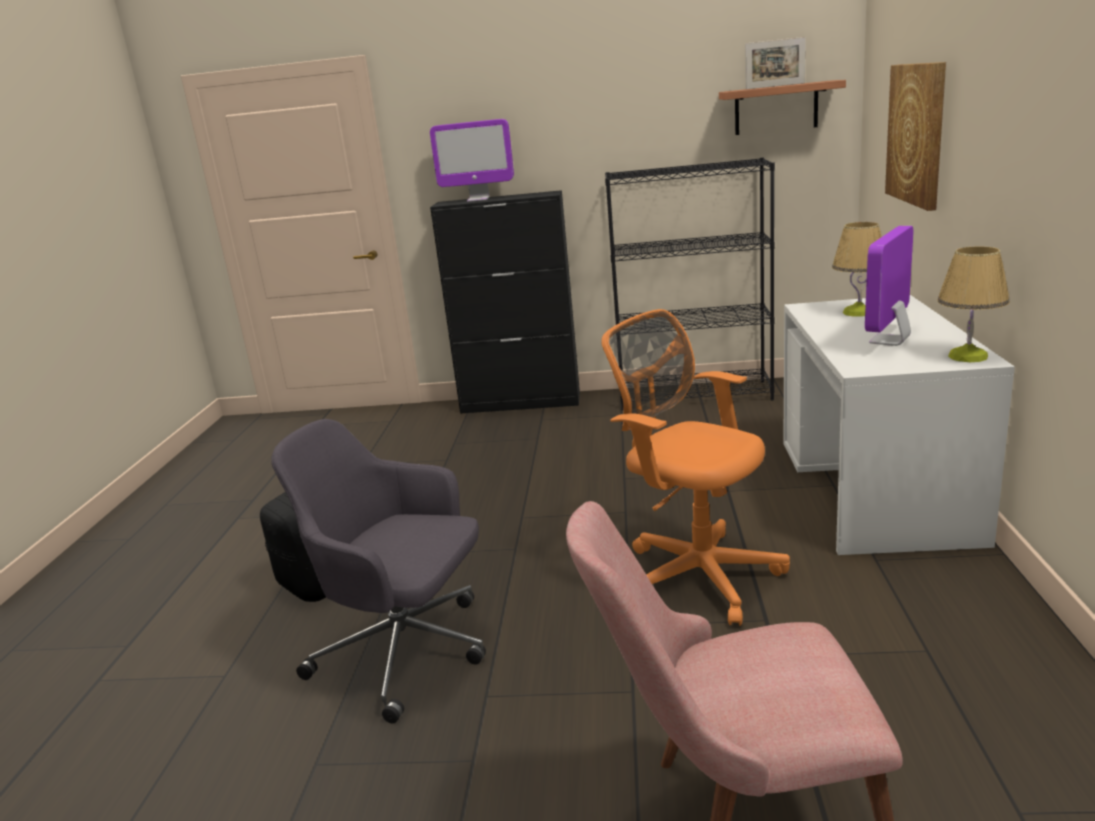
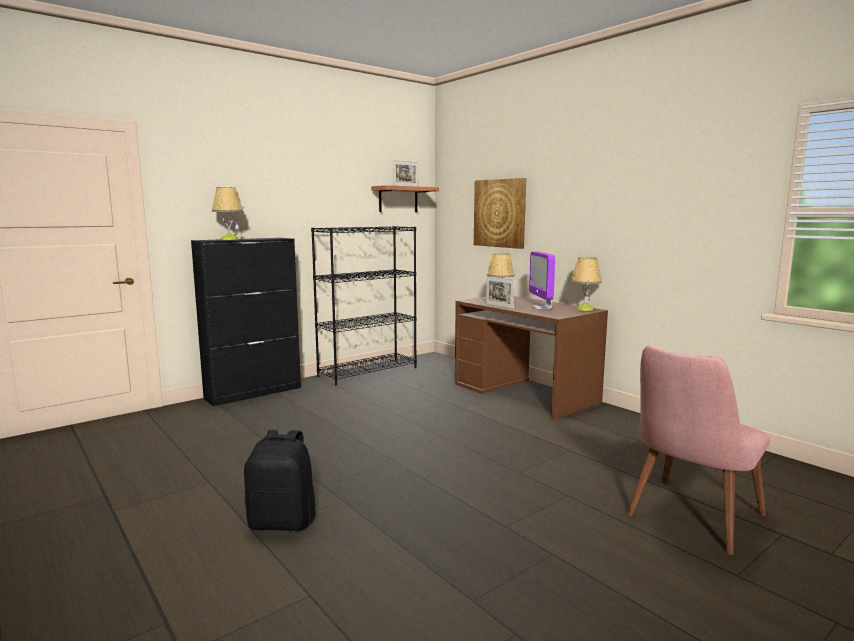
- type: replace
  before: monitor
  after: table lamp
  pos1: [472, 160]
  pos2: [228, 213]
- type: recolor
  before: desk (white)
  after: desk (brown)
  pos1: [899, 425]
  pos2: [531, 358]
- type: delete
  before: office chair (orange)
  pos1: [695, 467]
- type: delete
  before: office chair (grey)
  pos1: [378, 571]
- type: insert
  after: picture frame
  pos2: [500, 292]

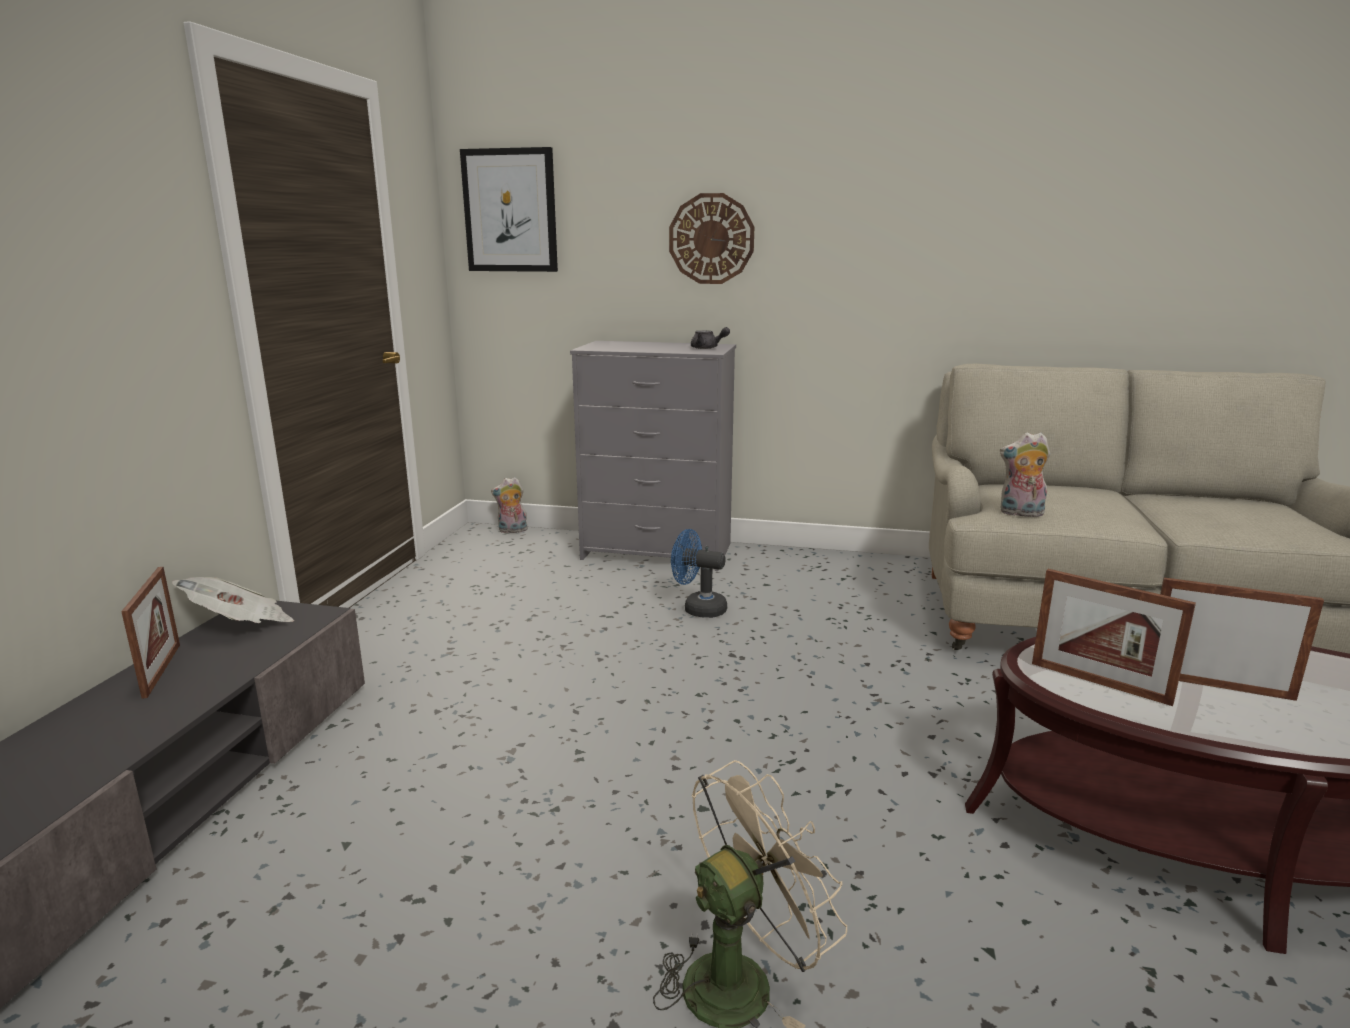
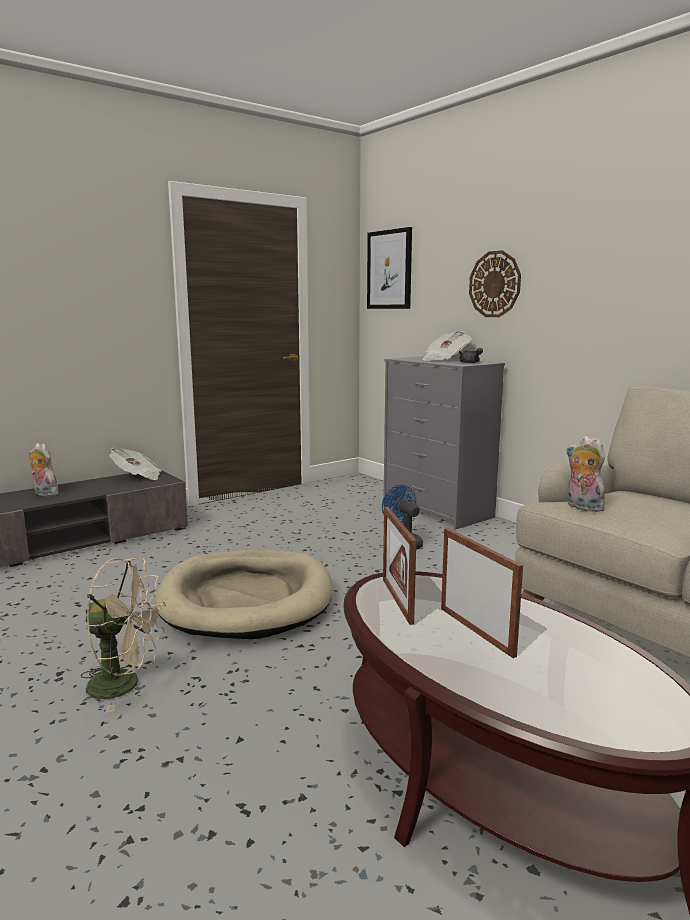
- type: move
  before: plush toy
  pos1: [509, 505]
  pos2: [43, 469]
- type: delete
  before: picture frame
  pos1: [150, 633]
- type: insert
  after: newspaper
  pos2: [447, 346]
- type: insert
  after: dog bed (beige)
  pos2: [244, 594]

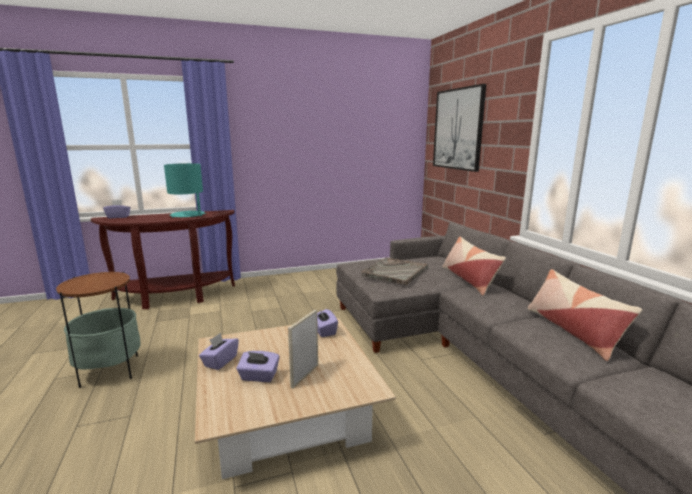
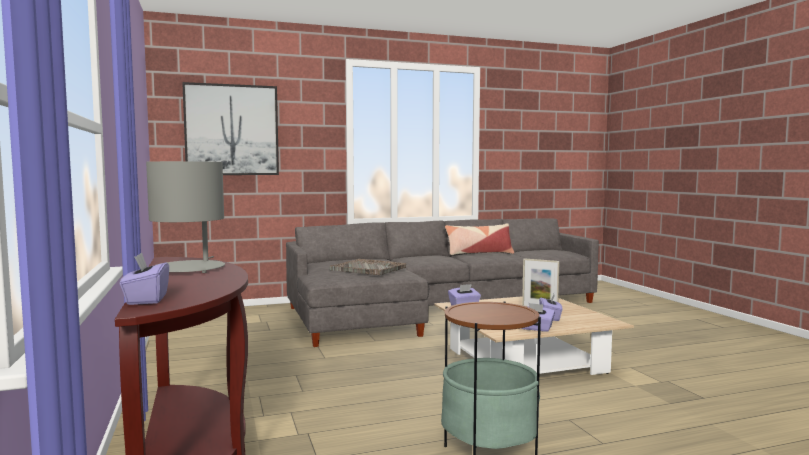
- type: recolor
  before: table lamp (turquoise)
  after: table lamp (grey)
  pos1: [185, 190]
  pos2: [185, 217]
- type: delete
  before: pillow
  pos1: [474, 266]

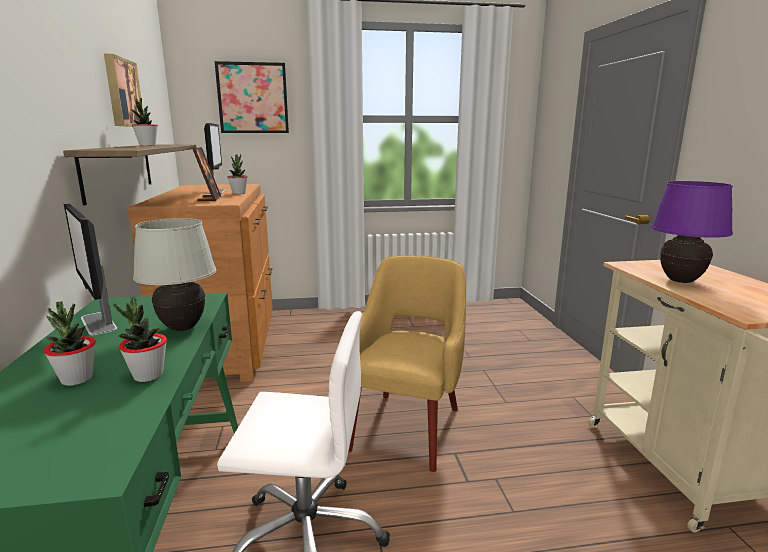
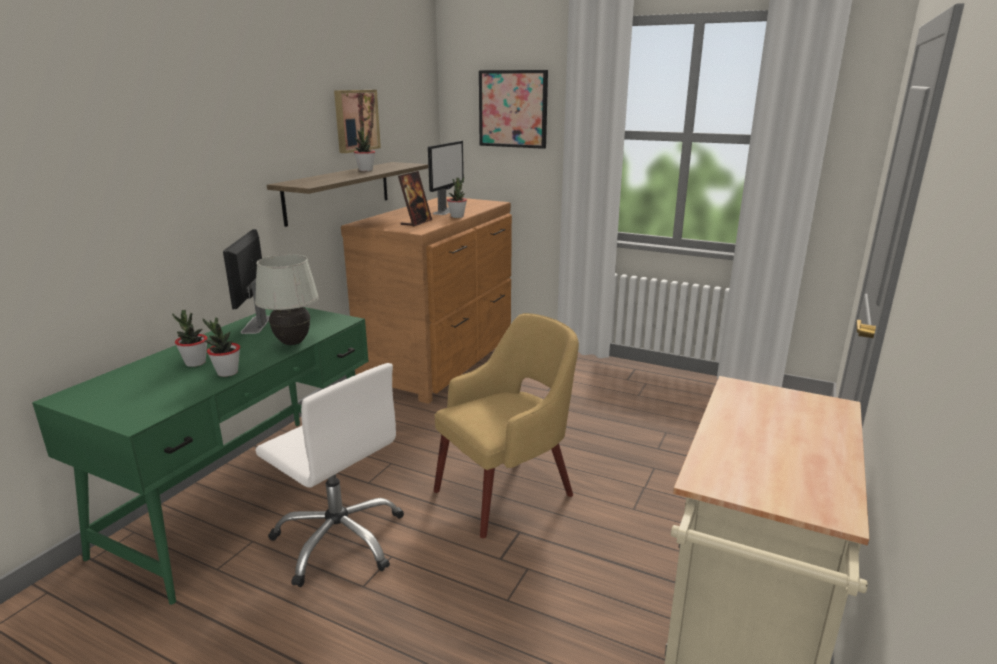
- type: delete
  before: table lamp (purple)
  pos1: [692, 232]

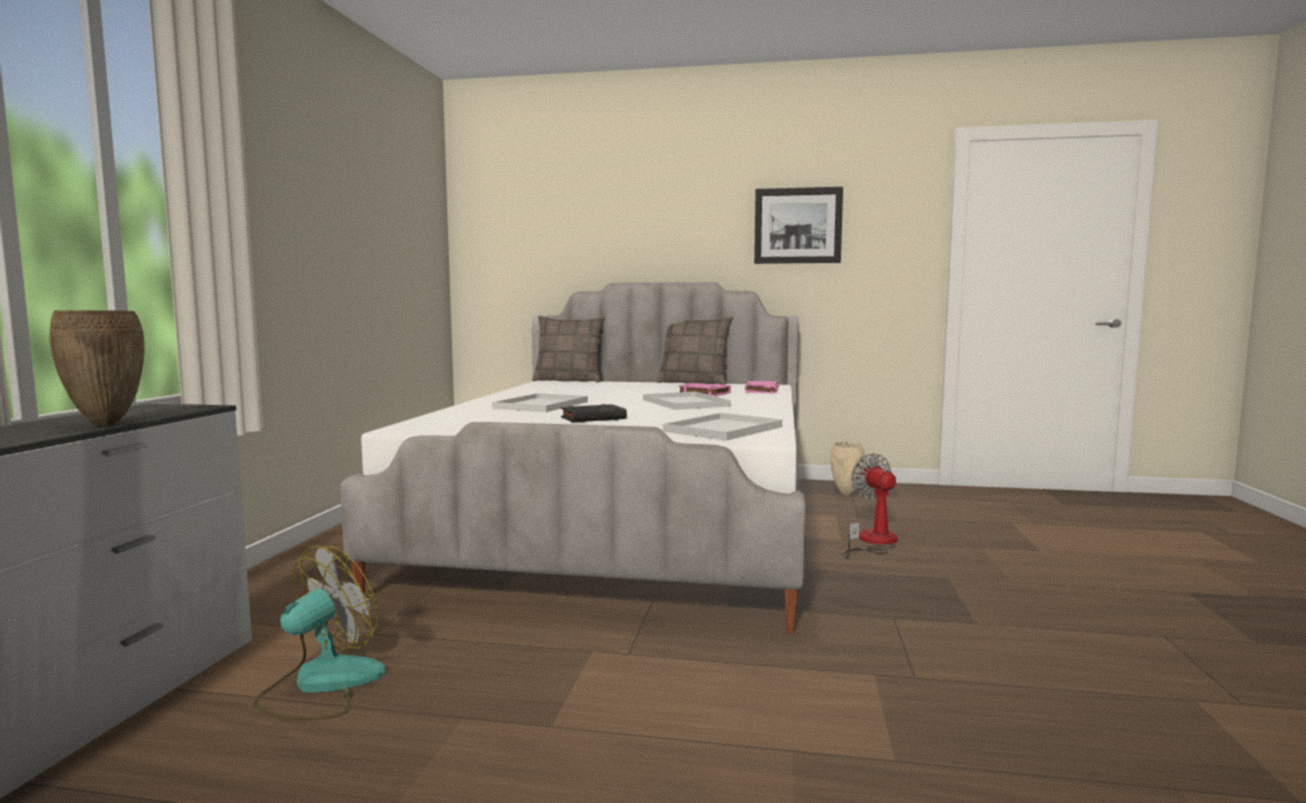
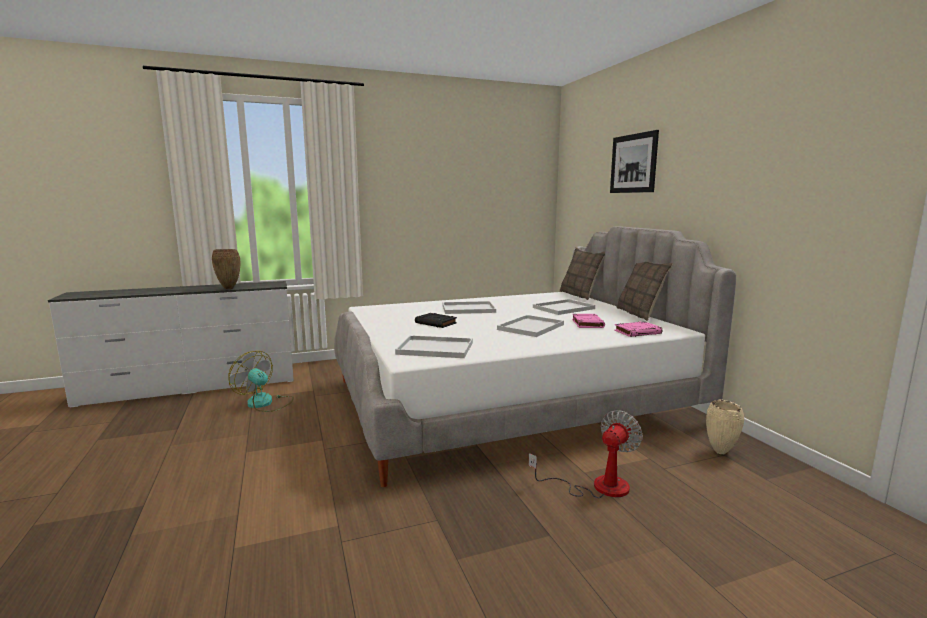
- type: move
  before: picture
  pos1: [798, 225]
  pos2: [634, 161]
- type: rotate
  before: fan
  pos1: [319, 633]
  pos2: [261, 381]
  turn: -150
- type: insert
  after: tray (white)
  pos2: [564, 307]

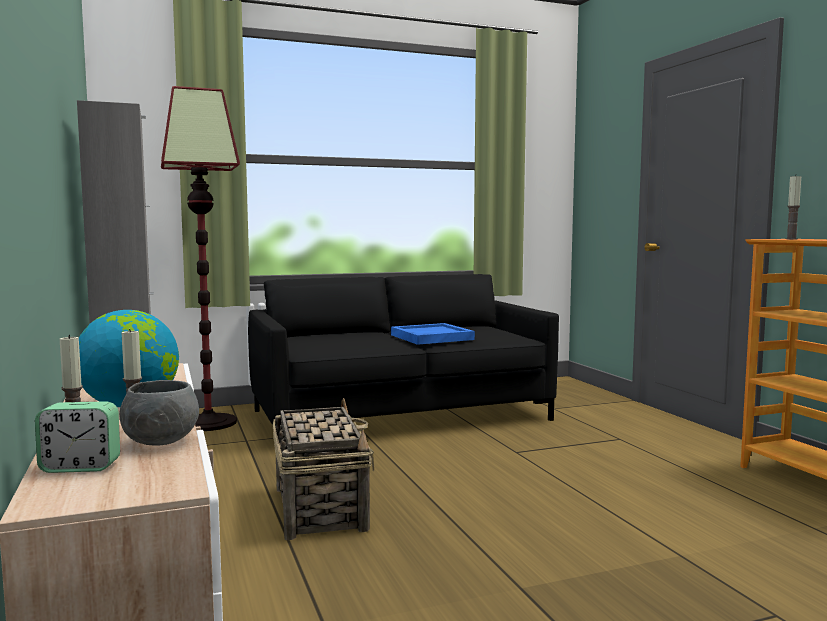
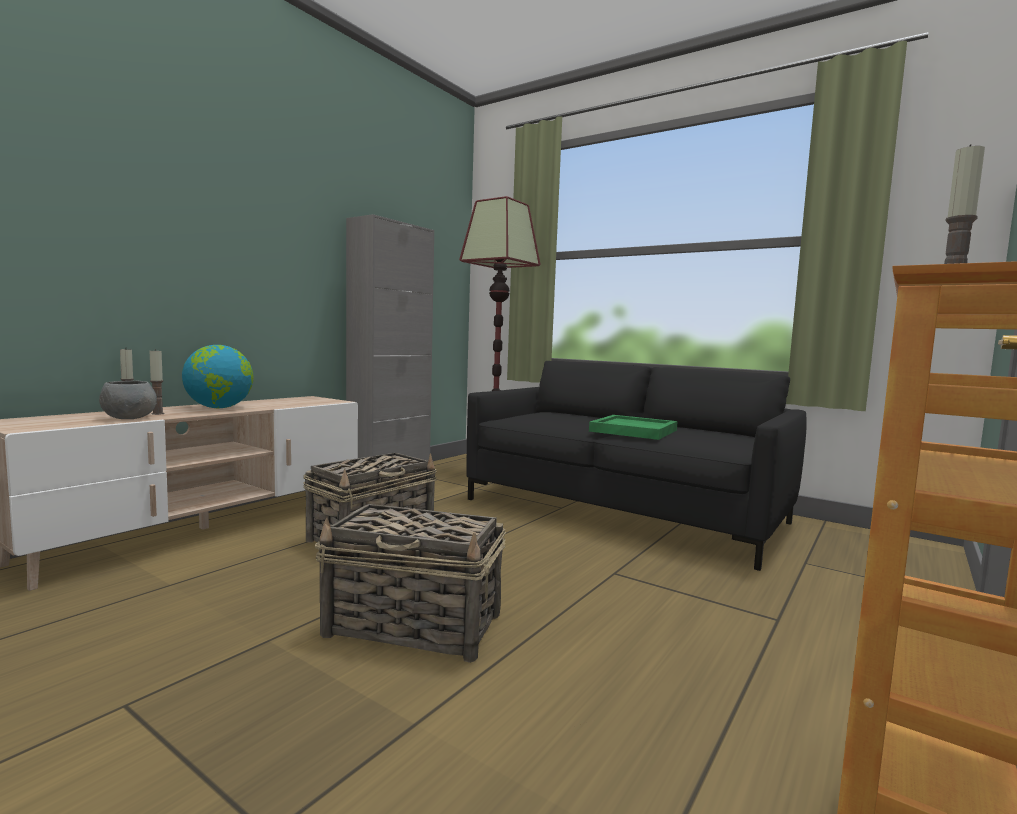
- type: recolor
  before: tray (blue)
  after: tray (green)
  pos1: [433, 334]
  pos2: [633, 427]
- type: delete
  before: alarm clock
  pos1: [77, 437]
- type: insert
  after: basket
  pos2: [410, 583]

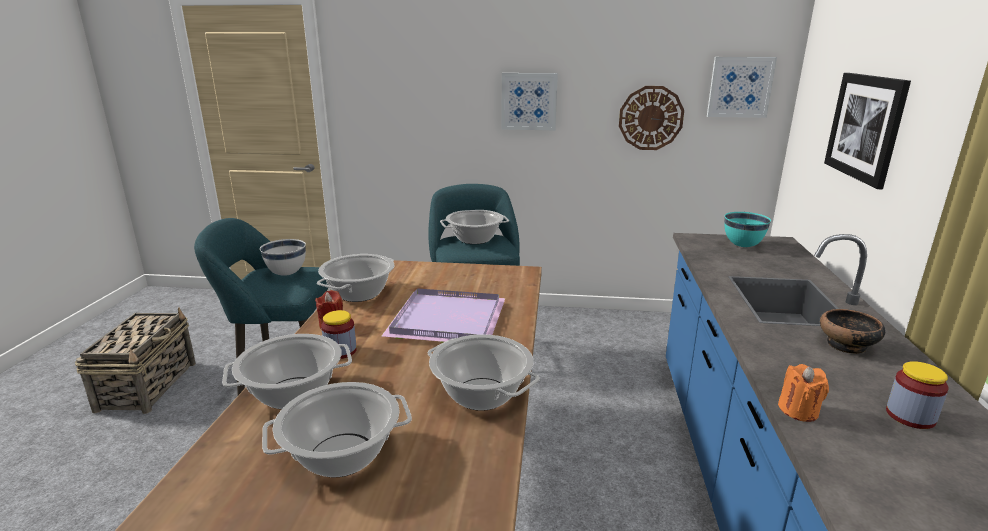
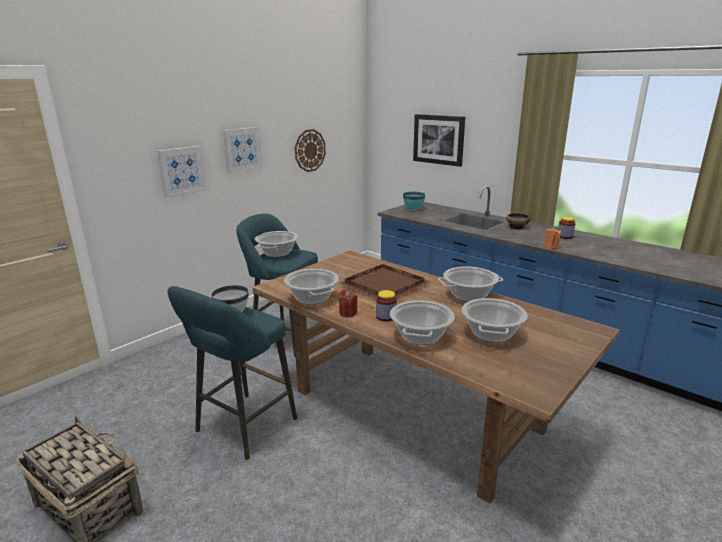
- type: move
  before: picture
  pos1: [742, 87]
  pos2: [182, 172]
- type: recolor
  before: tray (purple)
  after: tray (brown)
  pos1: [443, 315]
  pos2: [384, 281]

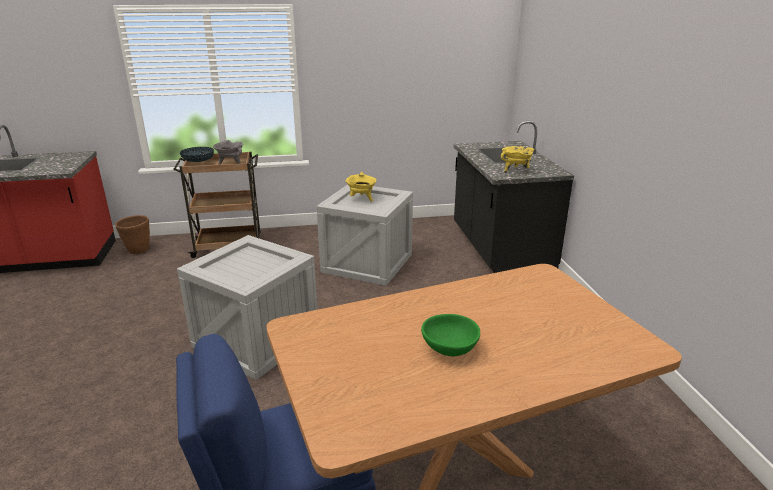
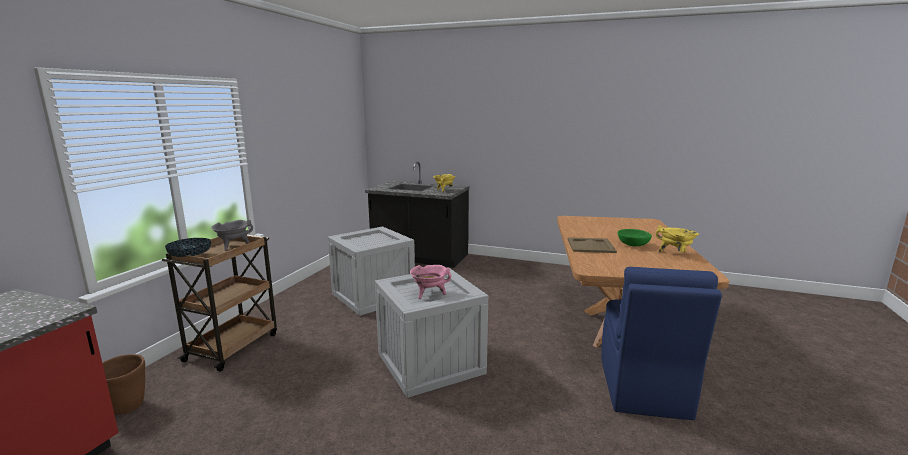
- type: move
  before: cooking pot (yellow)
  pos1: [361, 186]
  pos2: [677, 238]
- type: insert
  after: tray (beige)
  pos2: [592, 245]
- type: insert
  after: cooking pot (pink)
  pos2: [430, 282]

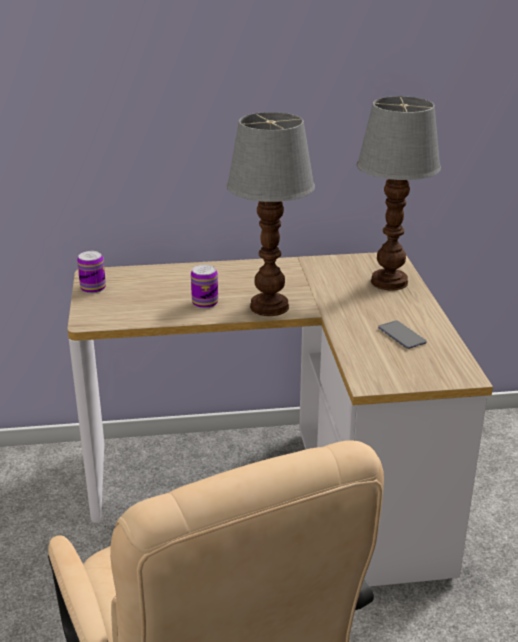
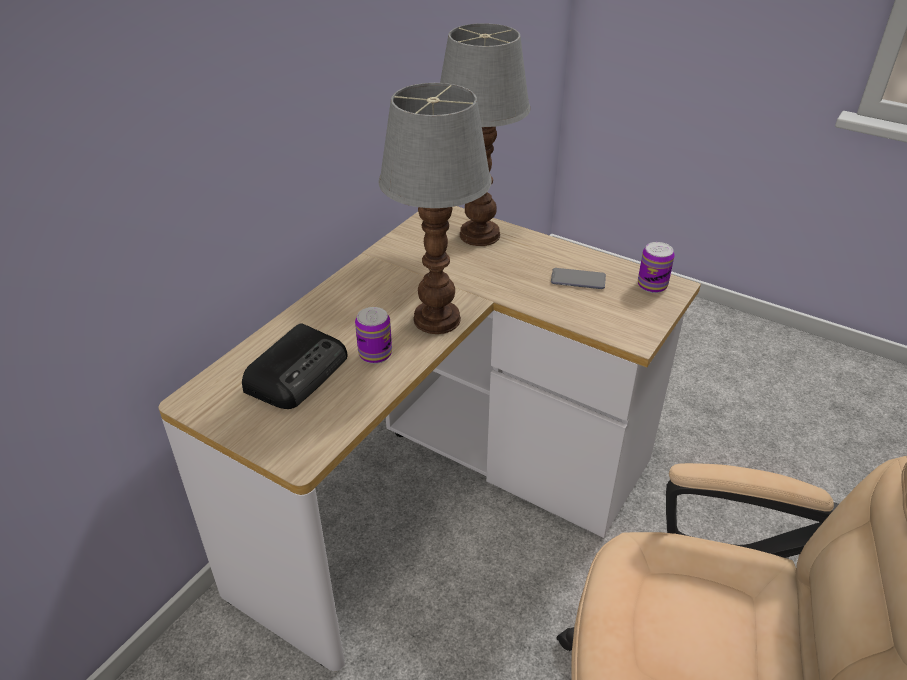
- type: move
  before: can
  pos1: [91, 272]
  pos2: [656, 267]
- type: insert
  after: radio
  pos2: [294, 366]

